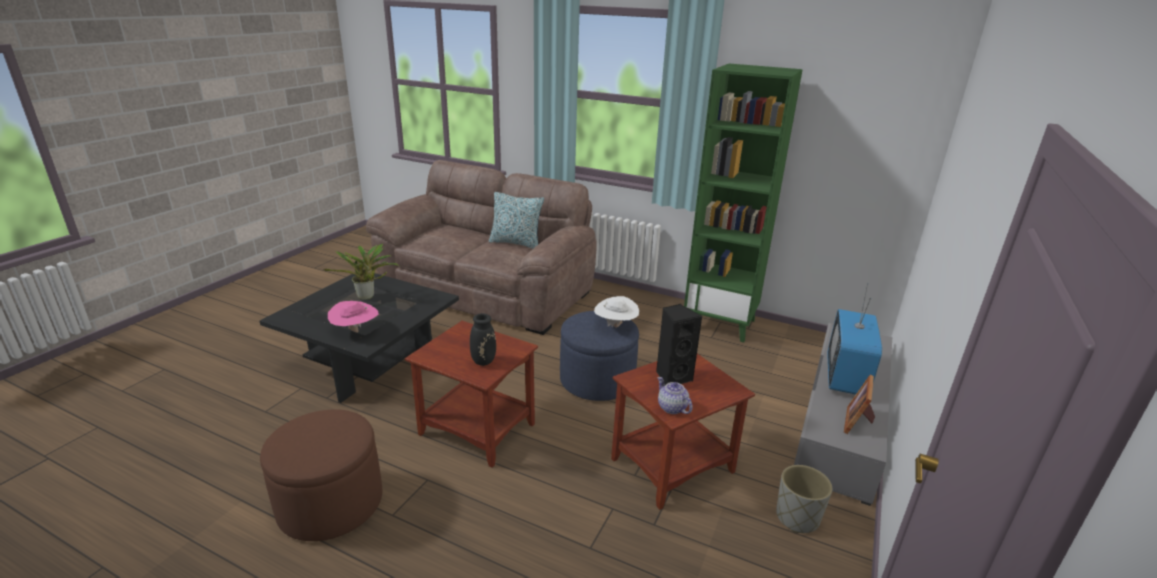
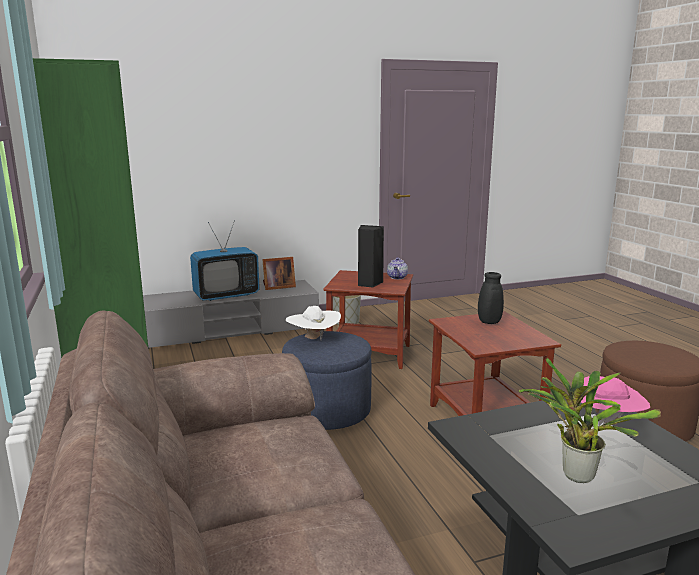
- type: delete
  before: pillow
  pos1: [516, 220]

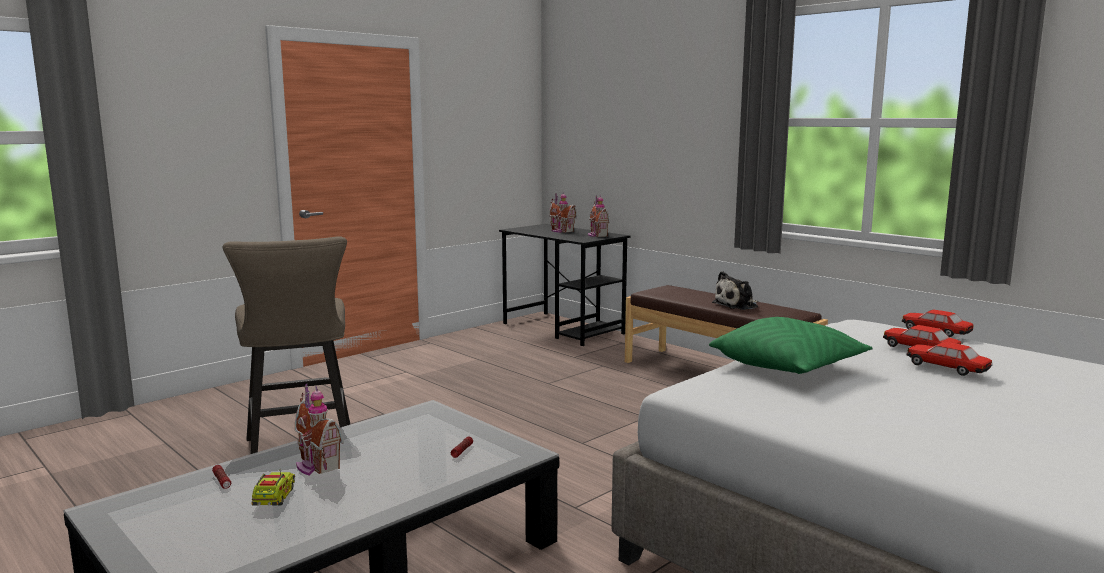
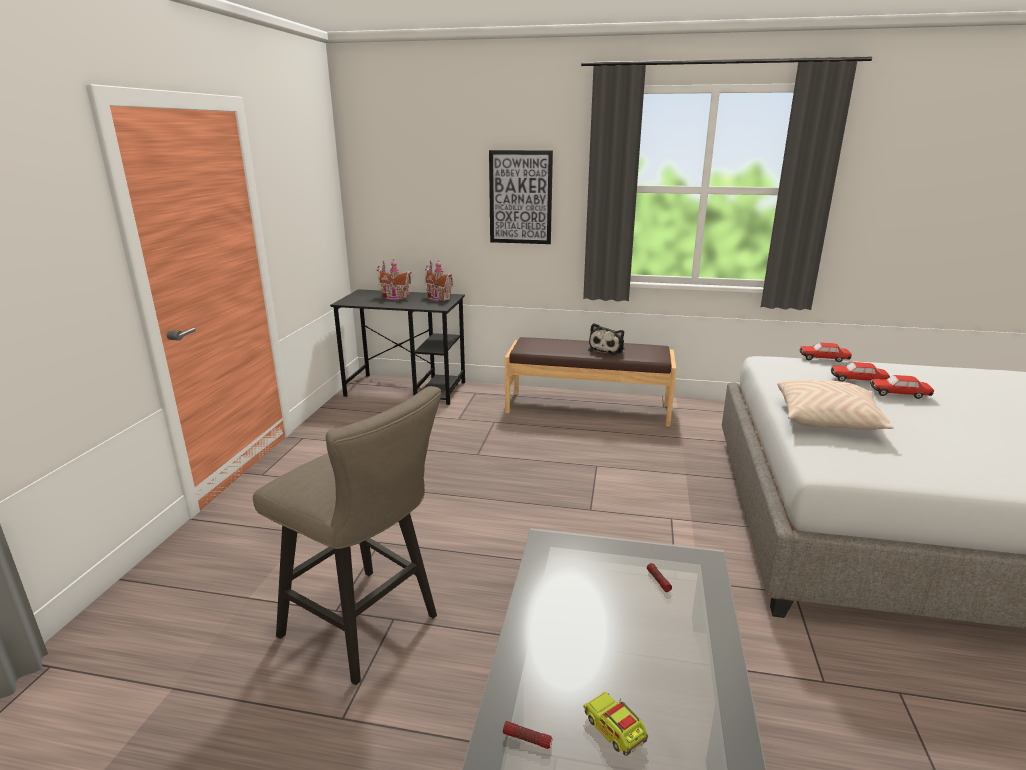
- type: recolor
  before: pillow (green)
  after: pillow (beige)
  pos1: [790, 345]
  pos2: [835, 405]
- type: delete
  before: toy house
  pos1: [319, 430]
- type: insert
  after: picture
  pos2: [521, 197]

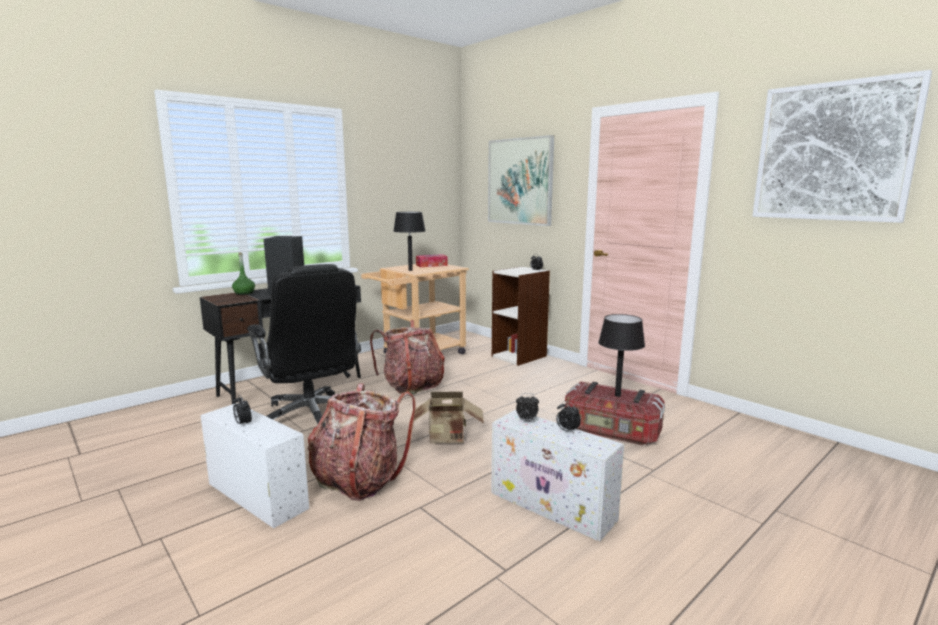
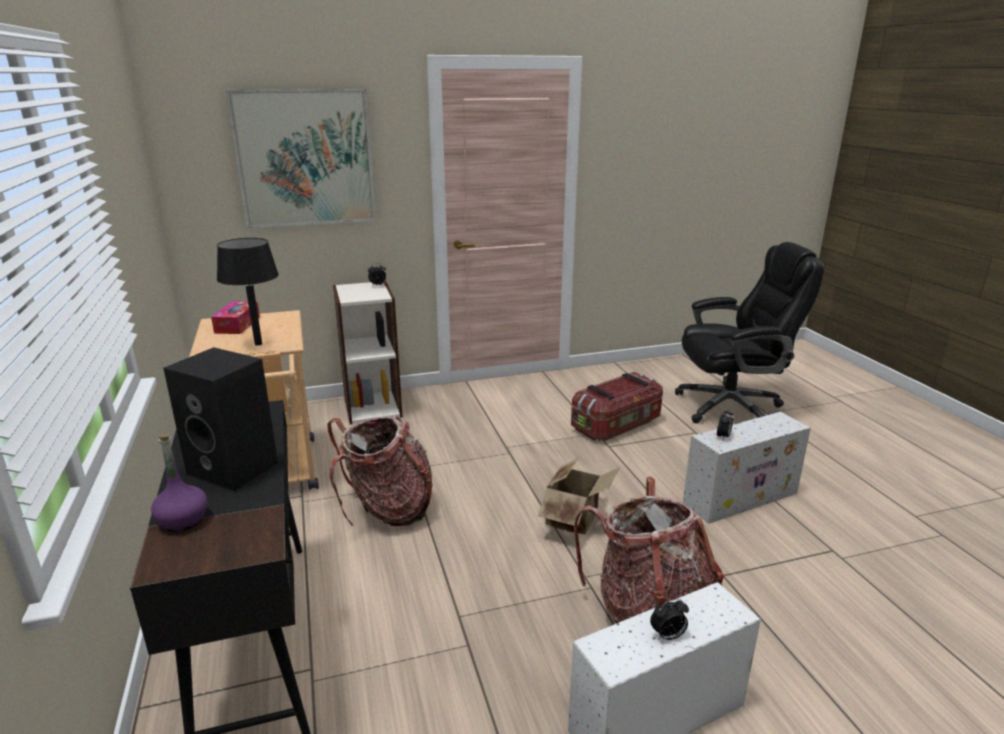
- type: delete
  before: picture
  pos1: [842, 146]
- type: recolor
  before: bottle (green)
  after: bottle (purple)
  pos1: [243, 274]
  pos2: [179, 483]
- type: move
  before: office chair (black)
  pos1: [304, 346]
  pos2: [749, 332]
- type: delete
  before: table lamp (black)
  pos1: [621, 355]
- type: delete
  before: alarm clock
  pos1: [568, 417]

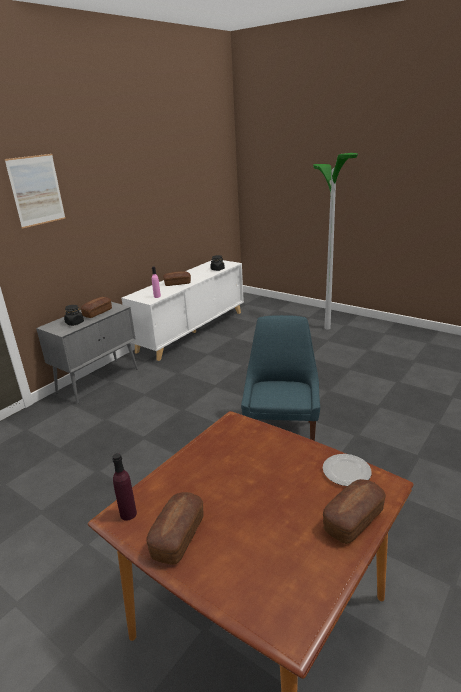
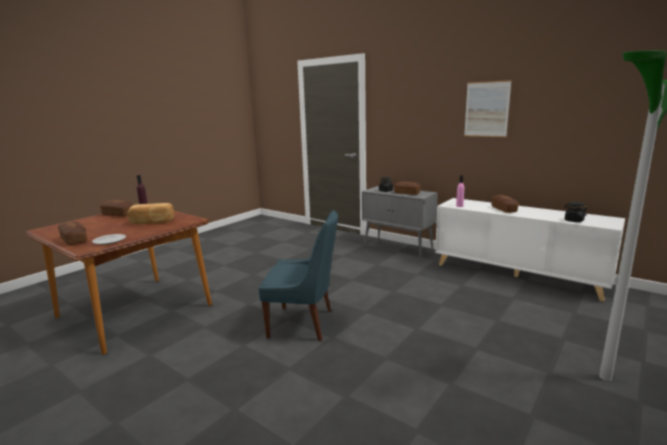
- type: move
  before: picture
  pos1: [35, 191]
  pos2: [488, 108]
- type: insert
  after: bread
  pos2: [151, 213]

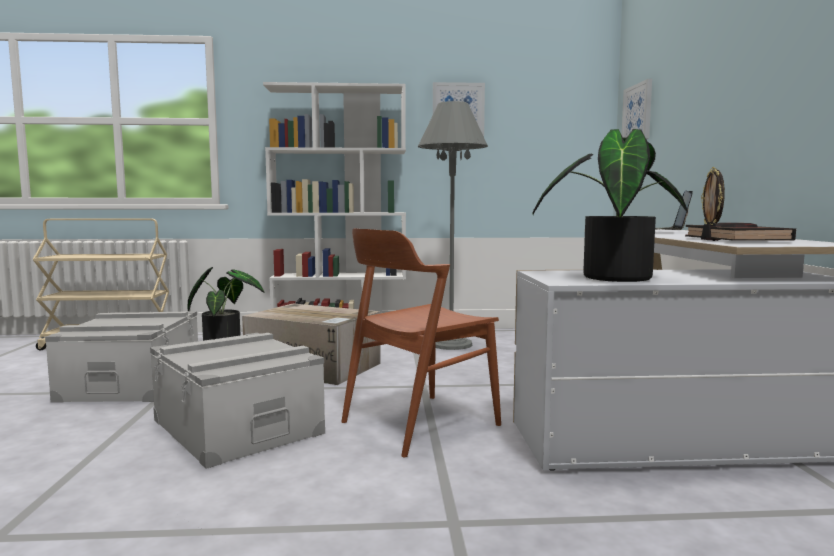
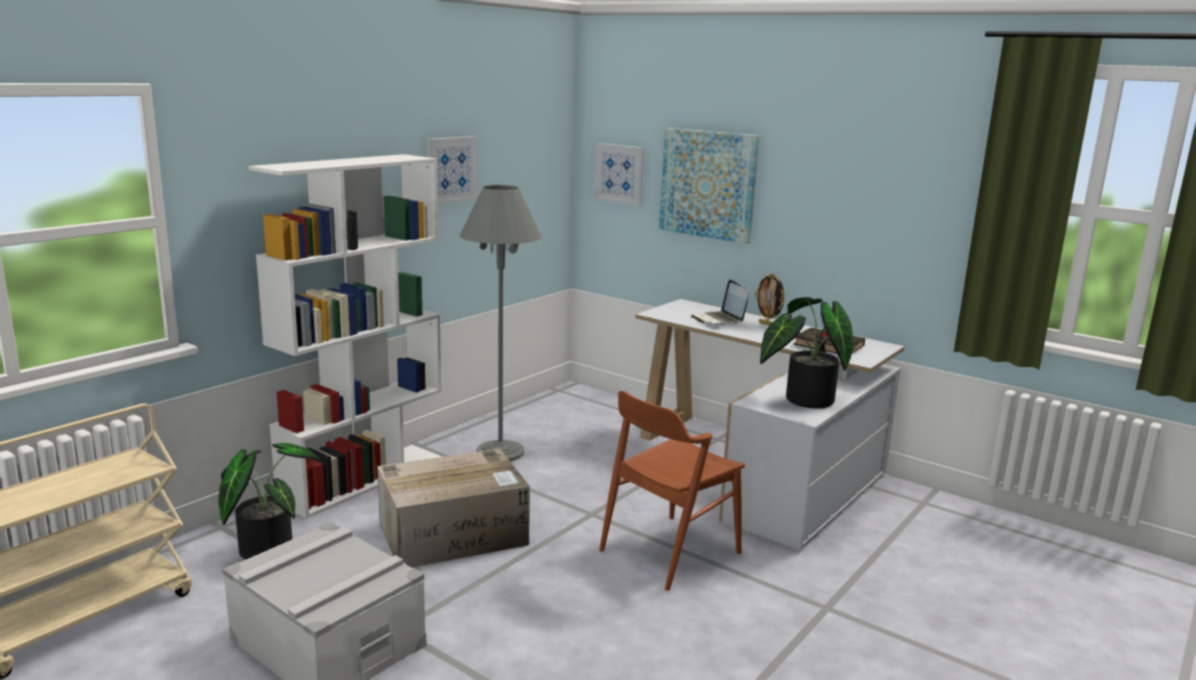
- type: rotate
  before: chair (brown)
  pos1: [421, 342]
  pos2: [672, 491]
  turn: 45
- type: delete
  before: storage box (grey)
  pos1: [237, 401]
- type: insert
  after: picture
  pos2: [709, 186]

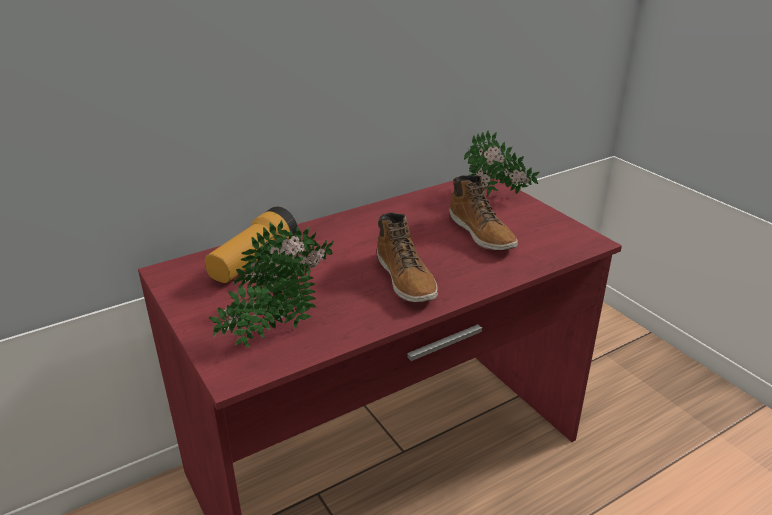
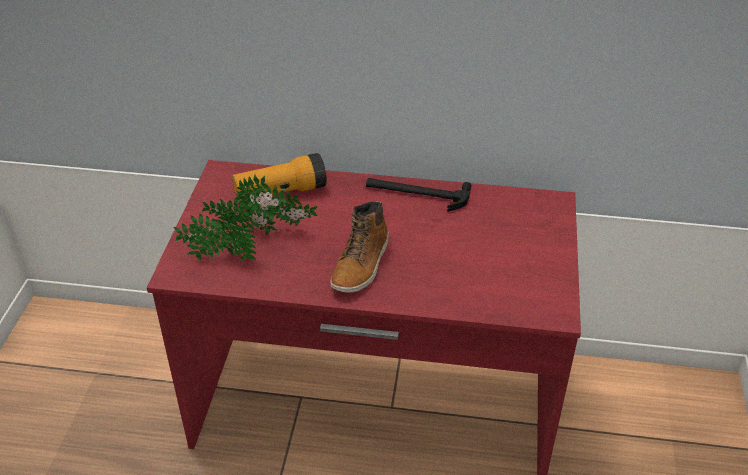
- type: delete
  before: potted plant
  pos1: [502, 162]
- type: delete
  before: boot
  pos1: [483, 213]
- type: insert
  after: hammer
  pos2: [418, 194]

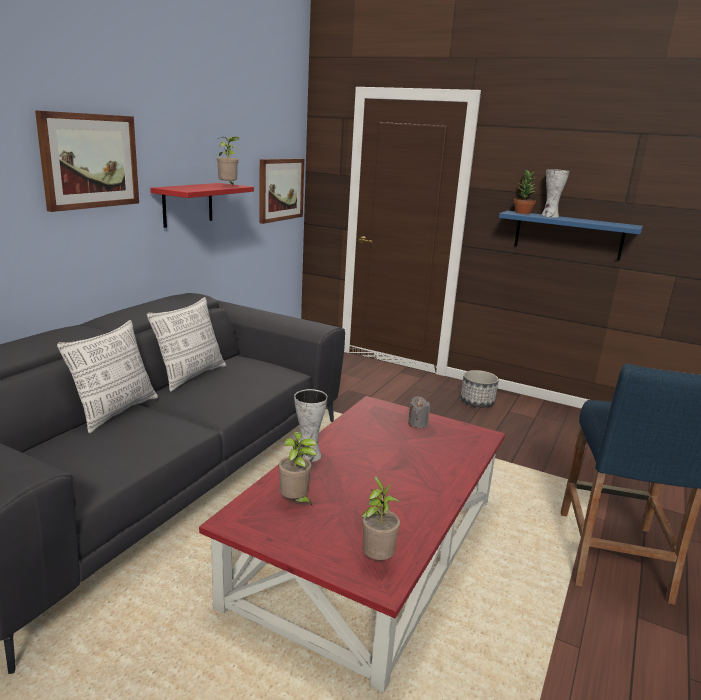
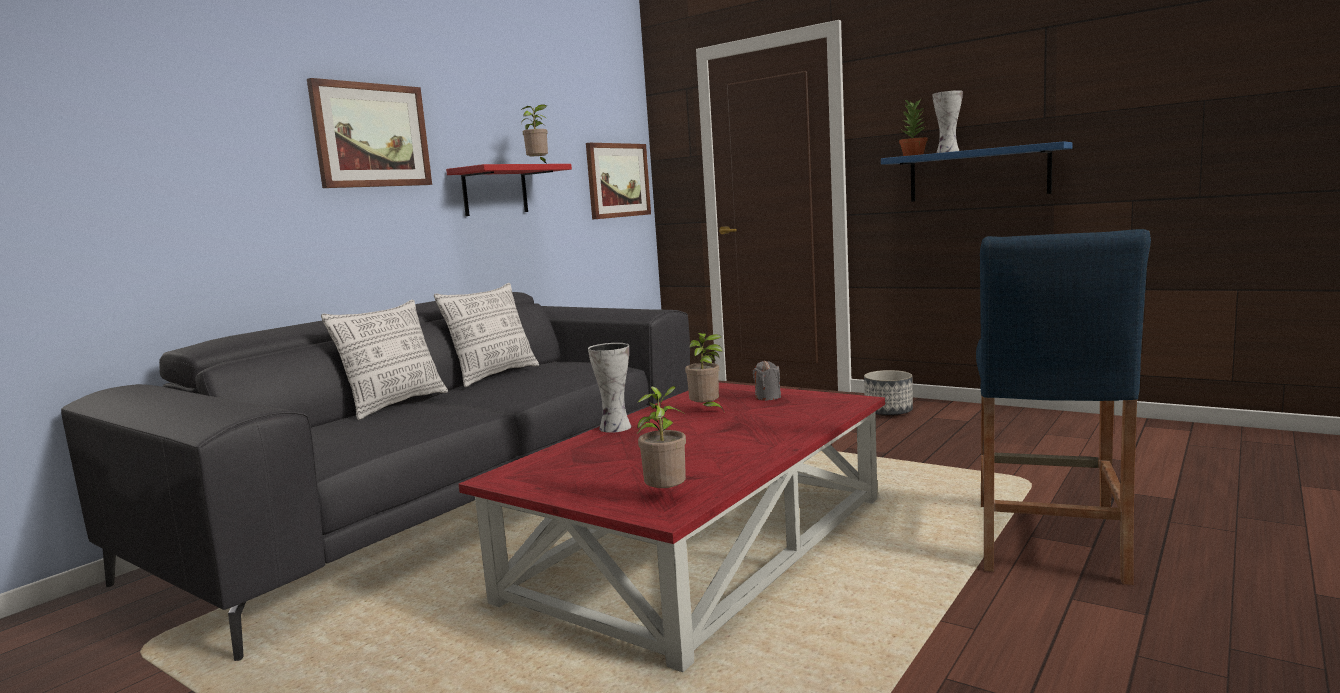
- type: move
  before: potted plant
  pos1: [298, 469]
  pos2: [704, 372]

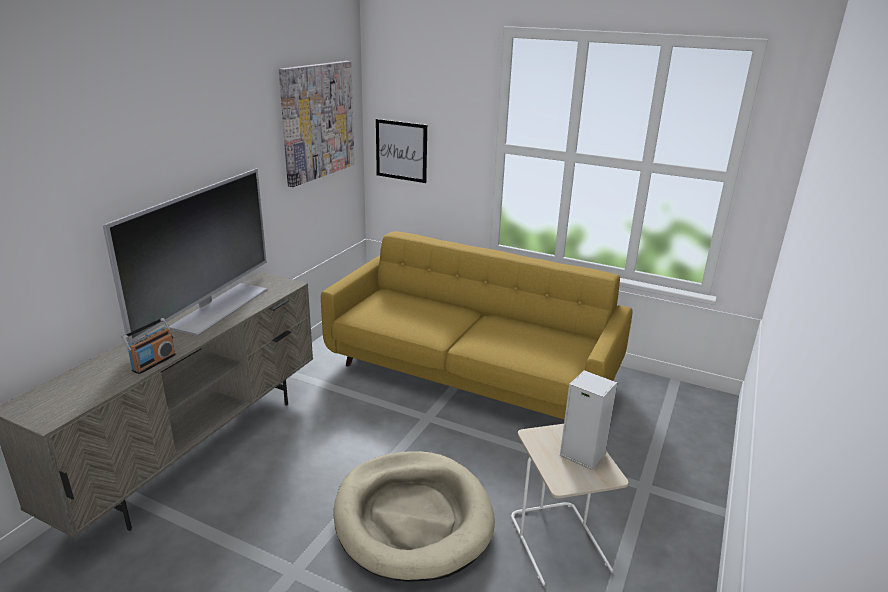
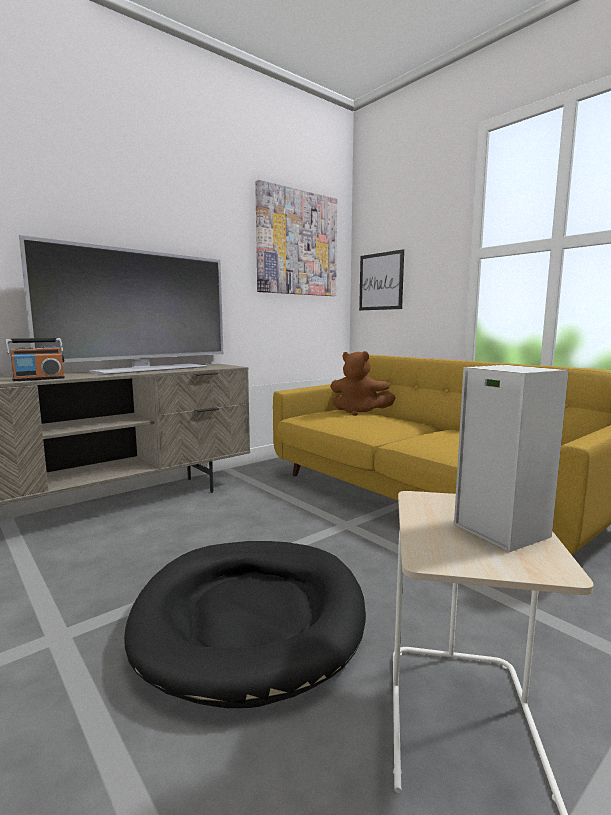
- type: recolor
  before: dog bed (beige)
  after: dog bed (black)
  pos1: [414, 516]
  pos2: [245, 624]
- type: insert
  after: plush toy (brown)
  pos2: [363, 383]

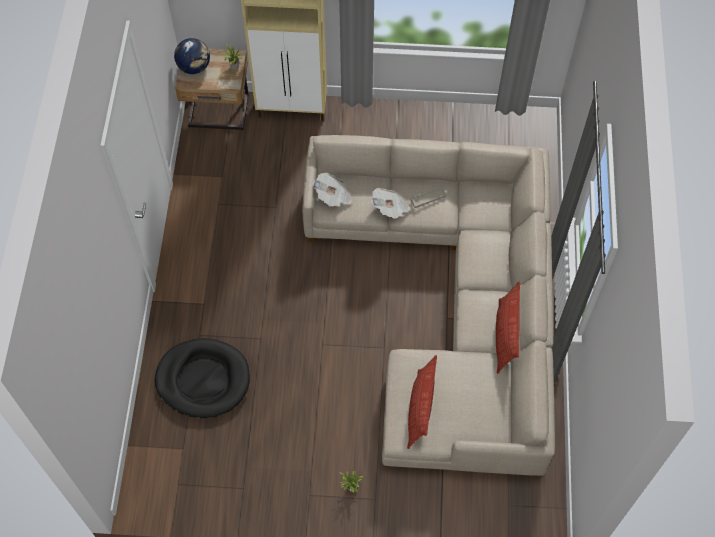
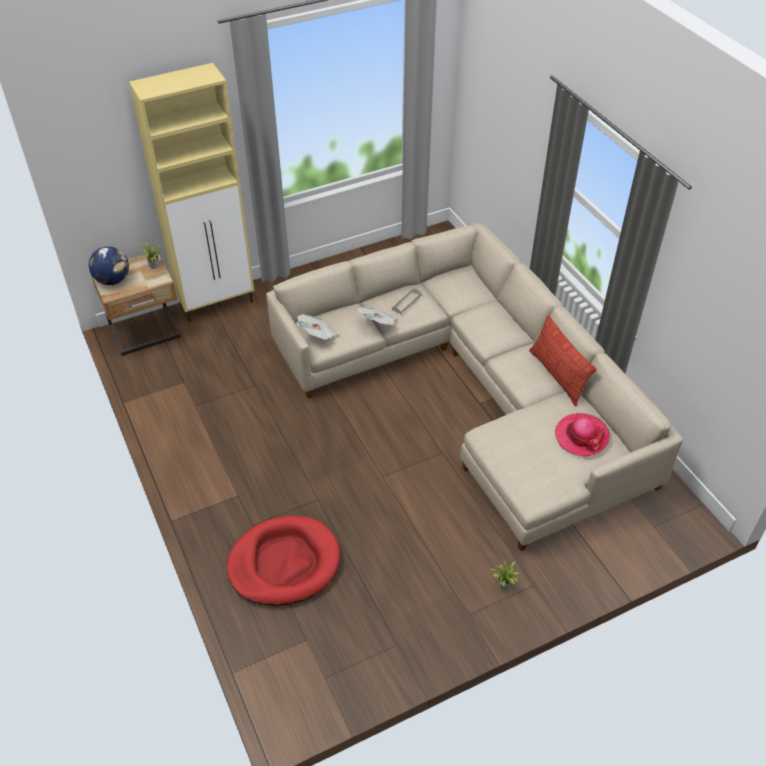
- type: recolor
  before: dog bed (black)
  after: dog bed (red)
  pos1: [202, 378]
  pos2: [283, 561]
- type: delete
  before: pillow
  pos1: [422, 402]
- type: insert
  after: hat
  pos2: [582, 435]

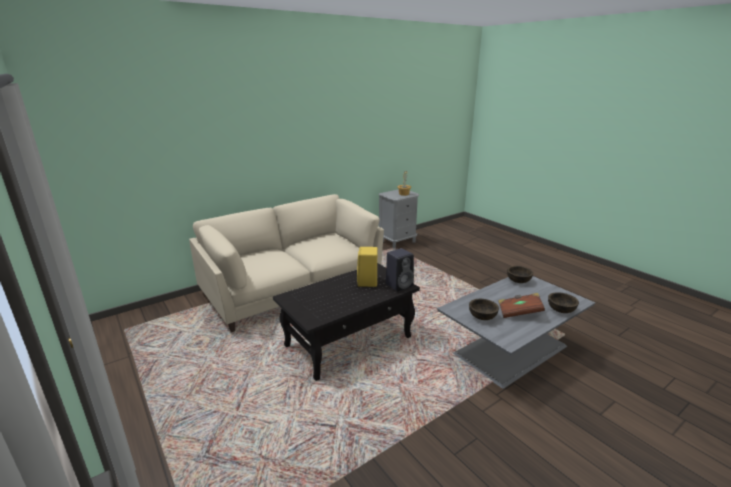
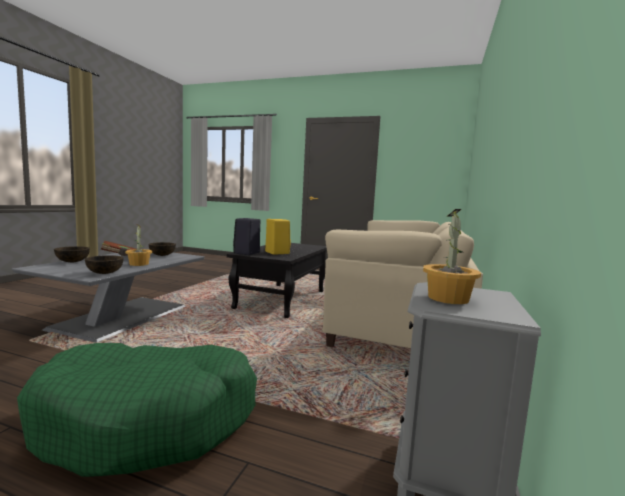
- type: insert
  after: potted plant
  pos2: [138, 245]
- type: insert
  after: dog bed (green)
  pos2: [137, 410]

